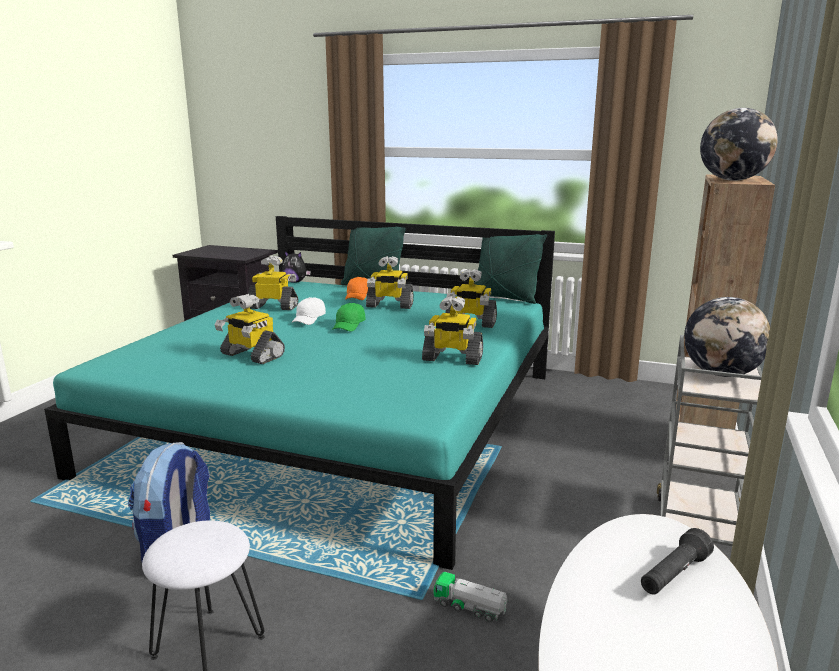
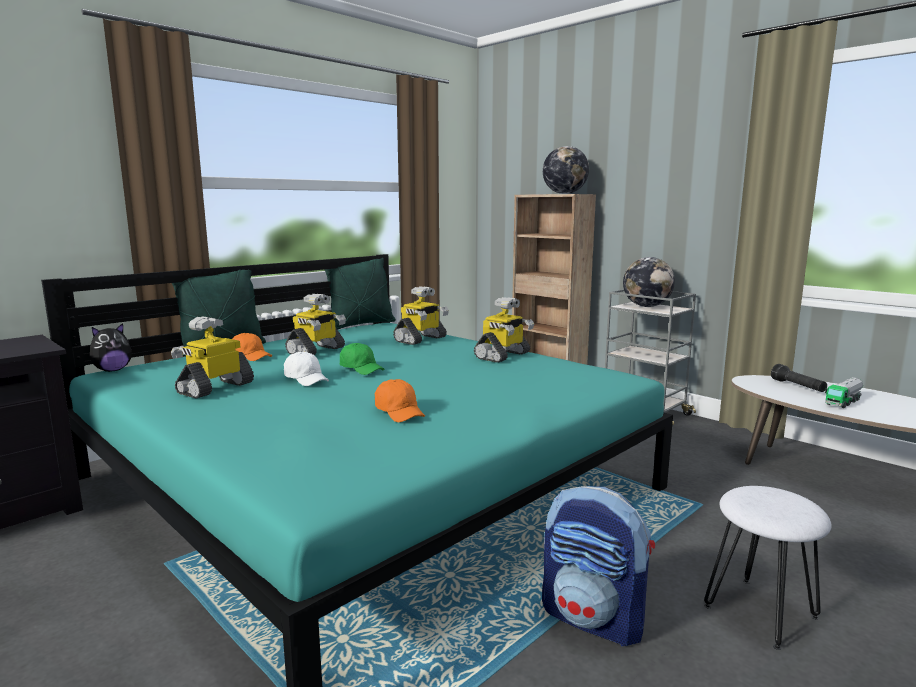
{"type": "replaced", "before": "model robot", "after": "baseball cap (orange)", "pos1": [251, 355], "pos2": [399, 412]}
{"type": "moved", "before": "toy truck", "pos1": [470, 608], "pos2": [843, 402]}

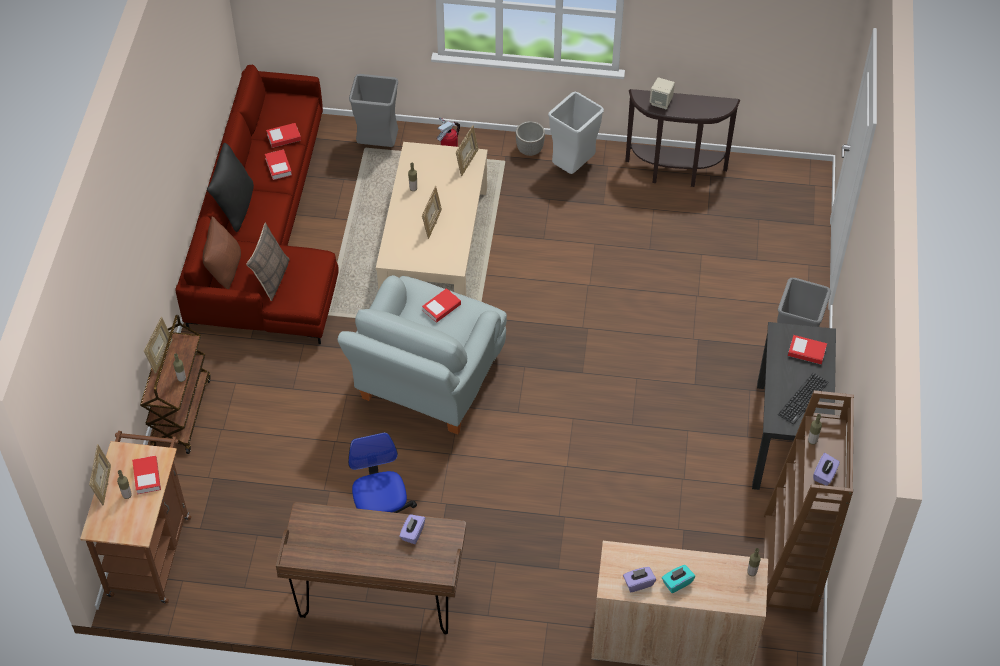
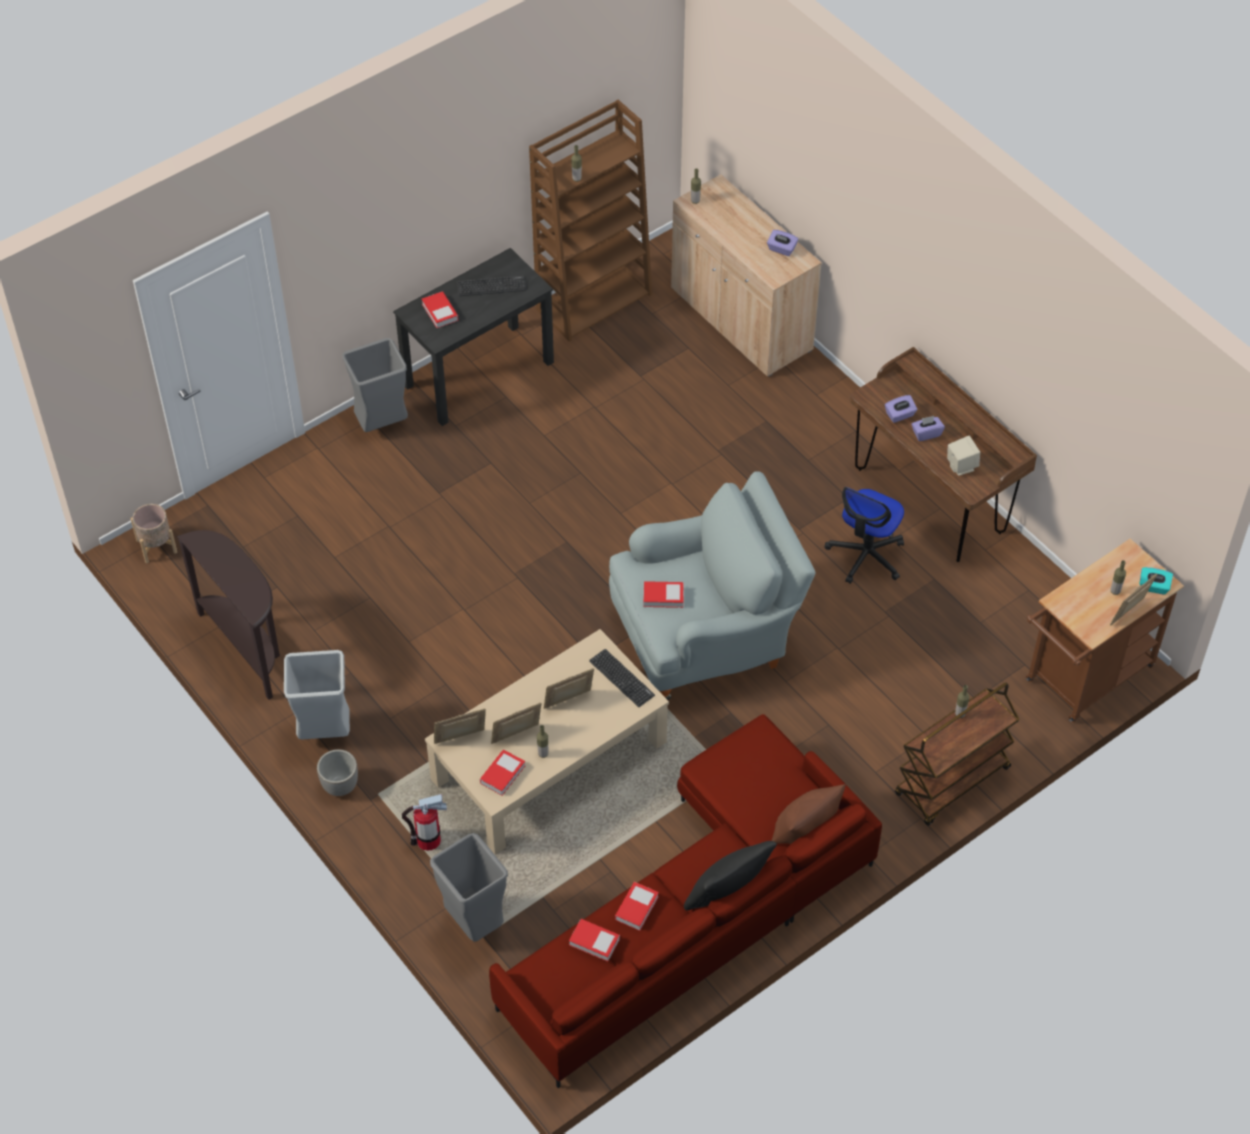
{"type": "moved", "before": "bound book", "pos1": [147, 477], "pos2": [502, 774]}
{"type": "moved", "before": "standing frame", "pos1": [161, 357], "pos2": [516, 736]}
{"type": "removed", "before": "throw pillow", "pos1": [271, 278]}
{"type": "moved", "before": "loudspeaker (sand-coloured)", "pos1": [661, 102], "pos2": [961, 466]}
{"type": "moved", "before": "tissue box (turquoise)", "pos1": [677, 583], "pos2": [1153, 587]}
{"type": "moved", "before": "tissue box (purple)", "pos1": [824, 475], "pos2": [926, 433]}
{"type": "added", "after": "planter (sand-coloured)", "pos2": [156, 546]}
{"type": "added", "after": "keyboard", "pos2": [621, 678]}

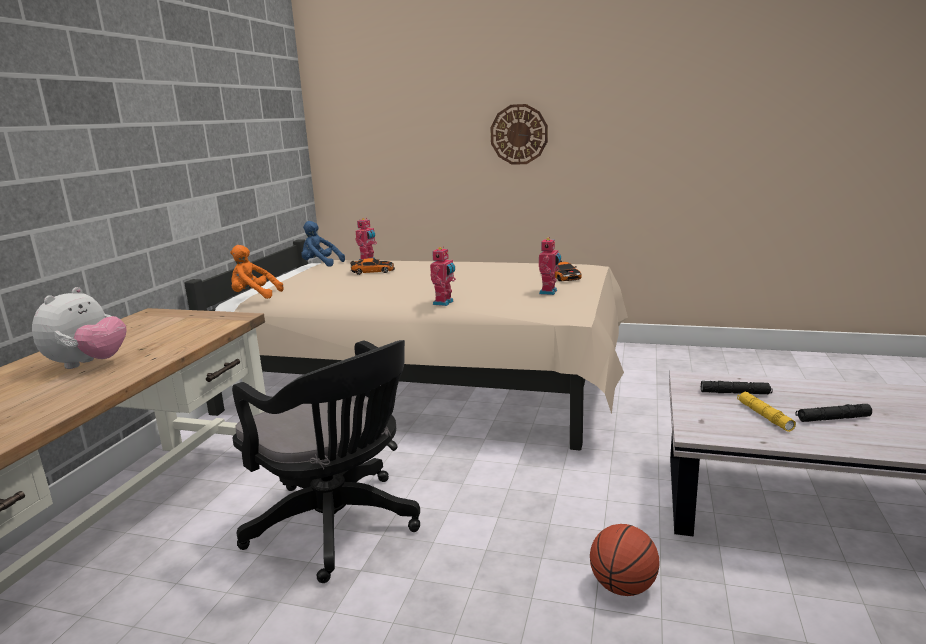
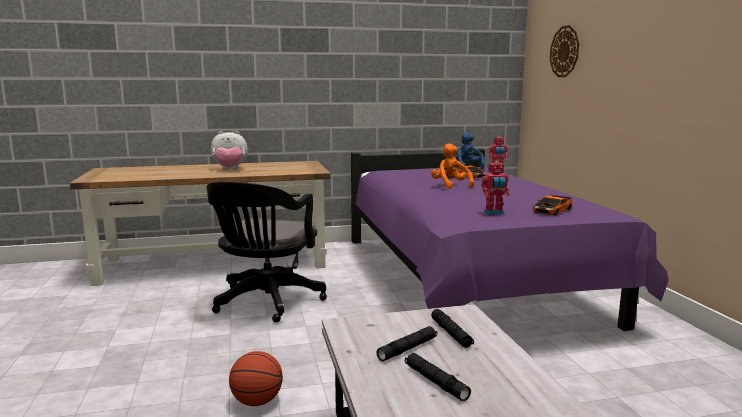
{"type": "recoloured", "before": "bedroom bed (sand-coloured)", "after": "bedroom bed (purple)", "pos1": [431, 387], "pos2": [467, 280]}
{"type": "moved", "before": "cuddly toy (orange)", "pos1": [254, 296], "pos2": [450, 186]}
{"type": "removed", "before": "model robot", "pos1": [444, 303]}
{"type": "moved", "before": "hanging clock", "pos1": [519, 134], "pos2": [564, 51]}
{"type": "recoloured", "before": "hand torch (yellowish)", "after": "hand torch (blackish)", "pos1": [764, 416], "pos2": [407, 349]}

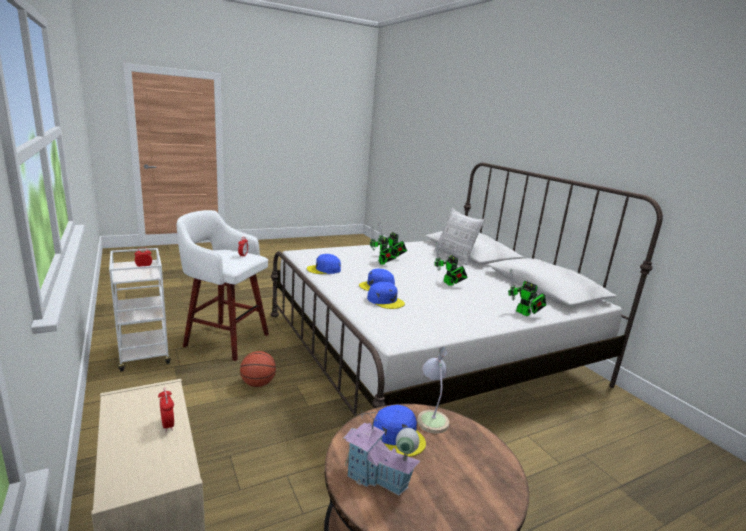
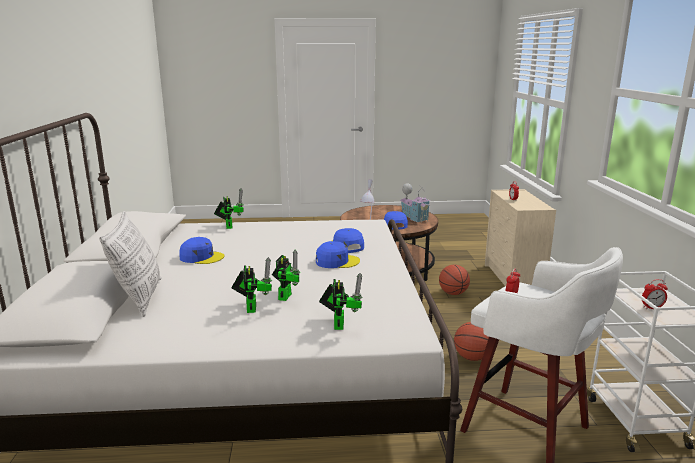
{"type": "moved", "before": "baseball cap (blue-coloured)", "pos1": [324, 269], "pos2": [201, 257]}
{"type": "moved", "before": "model robot", "pos1": [449, 284], "pos2": [339, 323]}
{"type": "added", "after": "ball for basketball", "pos2": [453, 293]}

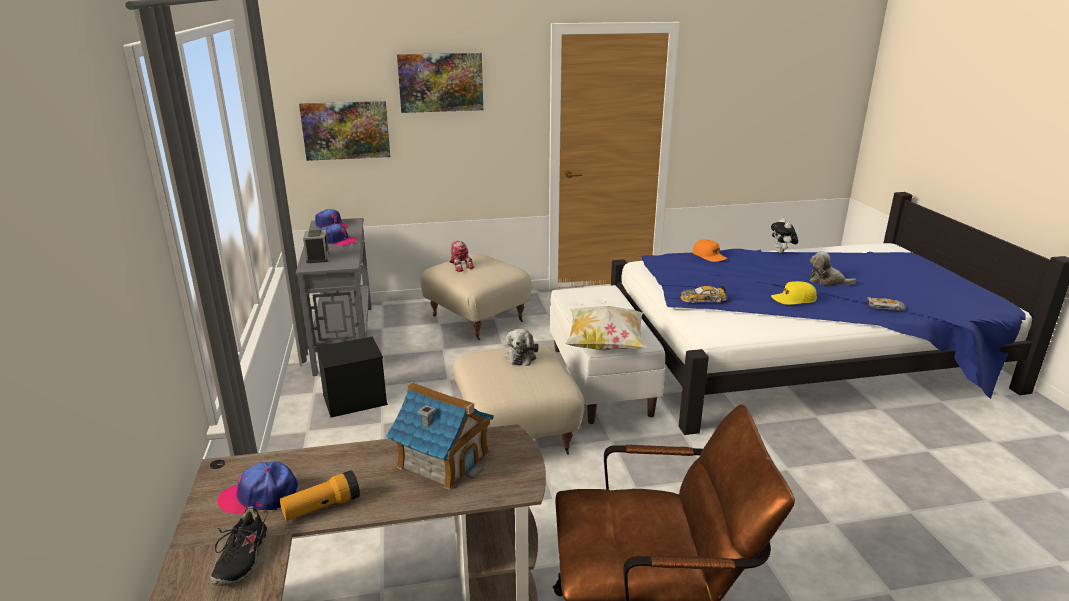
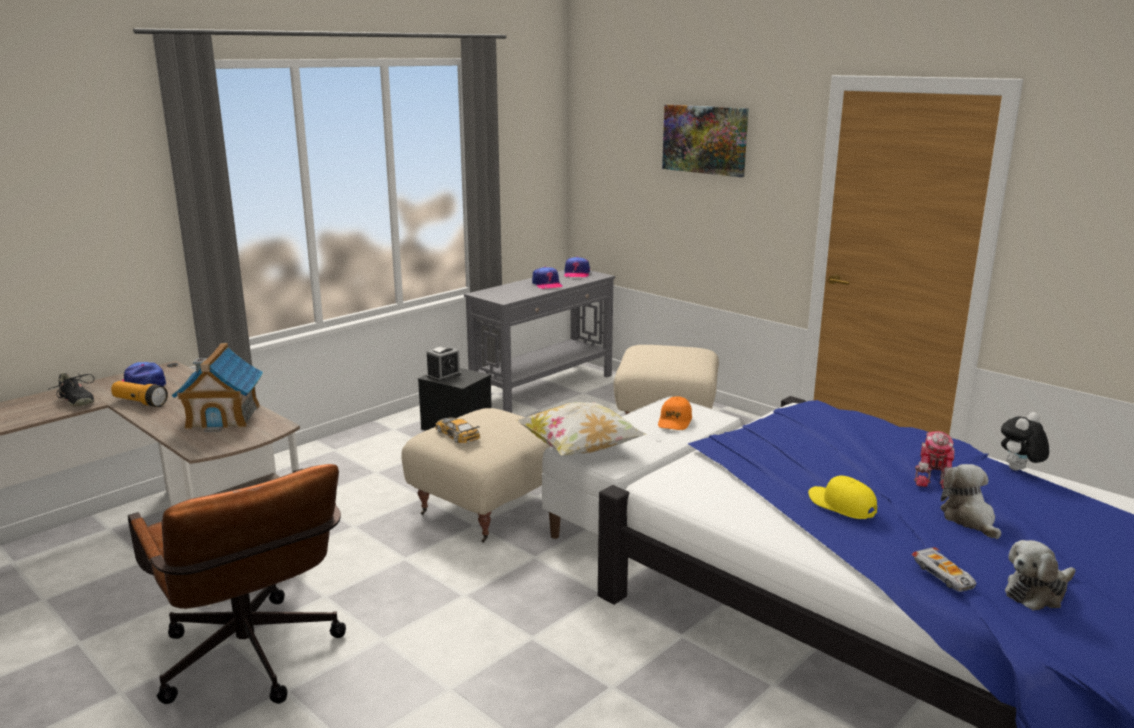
{"type": "turned", "before": "shoe (blackish)", "pos1": [241, 558], "pos2": [76, 401], "turn": -105}
{"type": "removed", "before": "picture", "pos1": [346, 130]}
{"type": "moved", "before": "table clock", "pos1": [318, 257], "pos2": [444, 375]}
{"type": "moved", "before": "model robot", "pos1": [460, 266], "pos2": [934, 478]}
{"type": "moved", "before": "cuddly toy", "pos1": [521, 356], "pos2": [1037, 592]}
{"type": "moved", "before": "model car", "pos1": [702, 299], "pos2": [457, 434]}
{"type": "moved", "before": "baseball cap (orange)", "pos1": [709, 256], "pos2": [675, 421]}

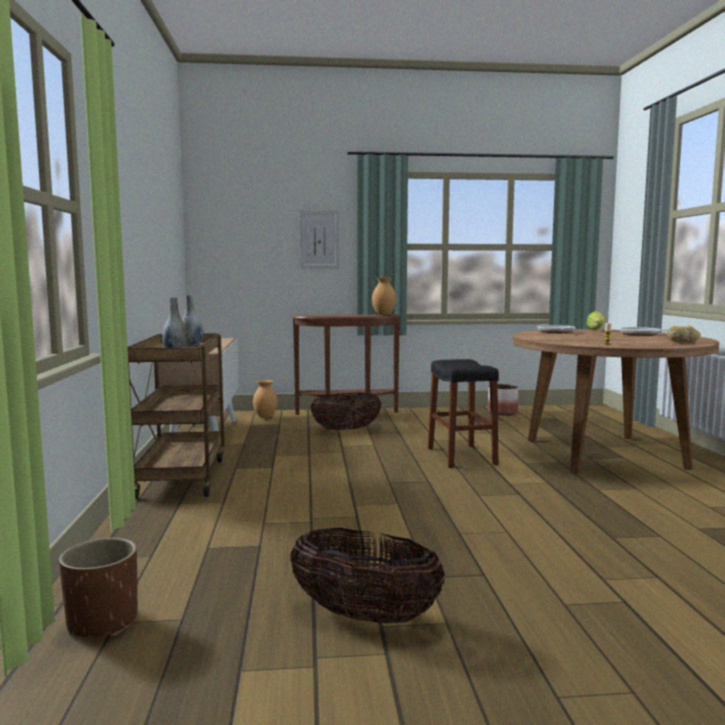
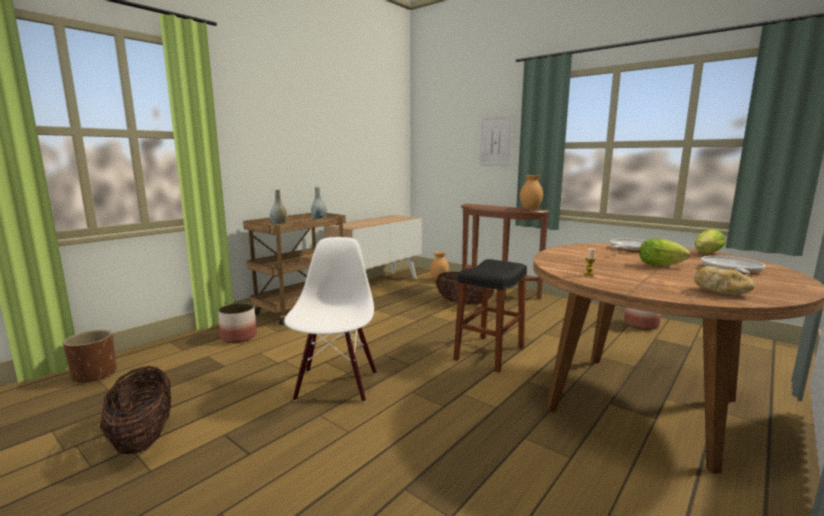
{"type": "added", "after": "planter", "pos2": [239, 337]}
{"type": "added", "after": "chair (whitish)", "pos2": [335, 385]}
{"type": "added", "after": "head of lettuce", "pos2": [662, 265]}

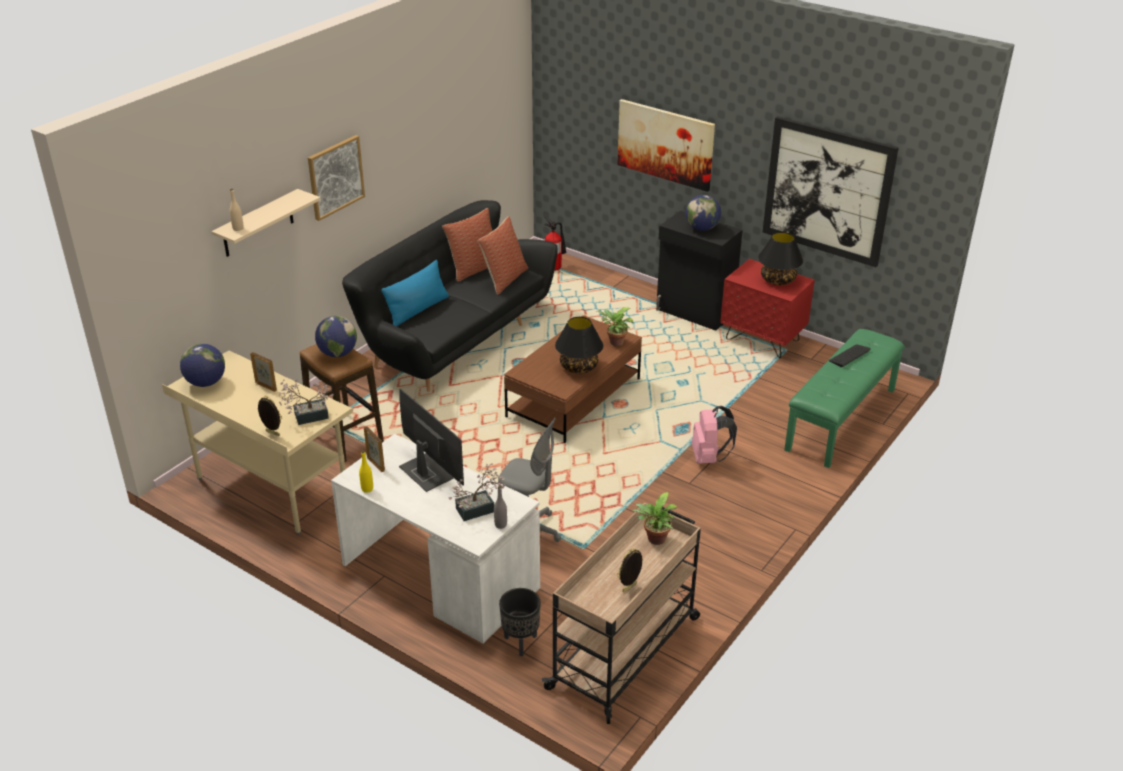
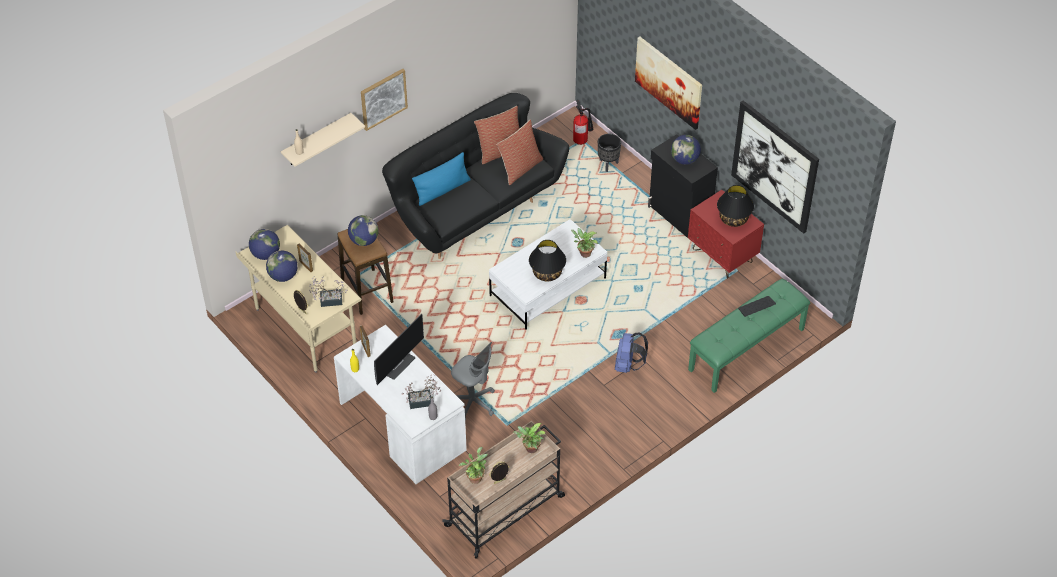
{"type": "turned", "before": "computer display", "pos1": [425, 473], "pos2": [396, 363], "turn": 60}
{"type": "moved", "before": "planter (blackish)", "pos1": [521, 642], "pos2": [608, 165]}
{"type": "recoloured", "before": "lounge table (brown)", "after": "lounge table (whitish)", "pos1": [573, 398], "pos2": [548, 287]}
{"type": "recoloured", "before": "knapsack (pinkish)", "after": "knapsack (blue-coloured)", "pos1": [709, 457], "pos2": [628, 365]}
{"type": "added", "after": "desk globe", "pos2": [283, 276]}
{"type": "added", "after": "potted plant", "pos2": [475, 477]}

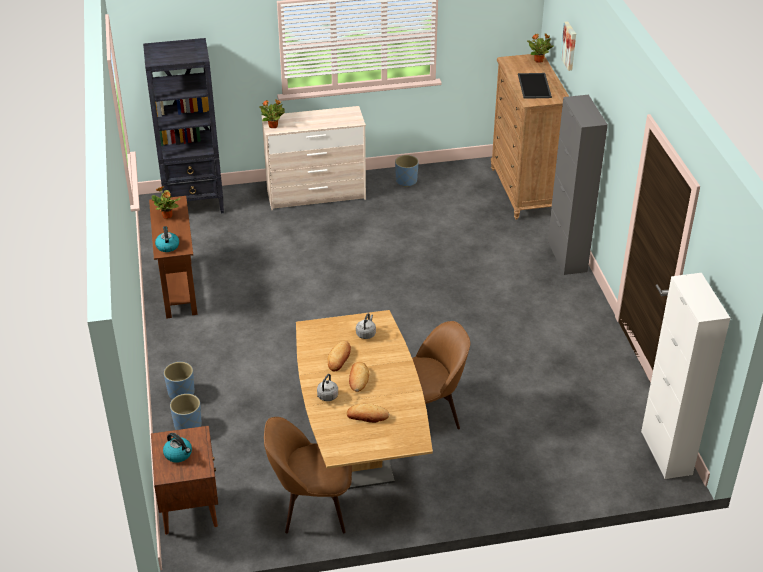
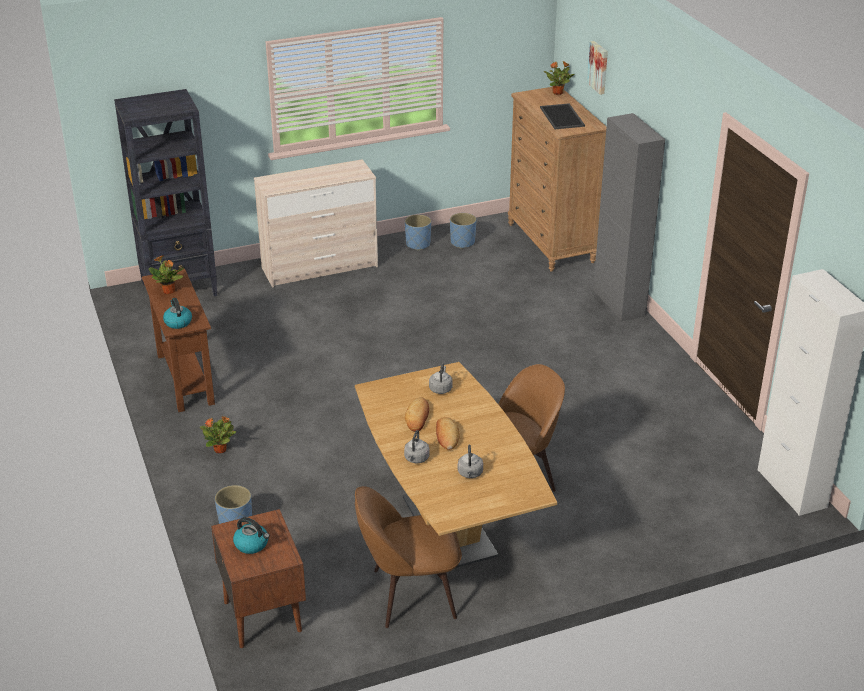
{"type": "moved", "before": "planter (blue-coloured)", "pos1": [181, 393], "pos2": [462, 243]}
{"type": "moved", "before": "potted plant", "pos1": [273, 126], "pos2": [221, 449]}
{"type": "replaced", "before": "baked bread", "after": "water kettle (gray)", "pos1": [367, 416], "pos2": [470, 474]}

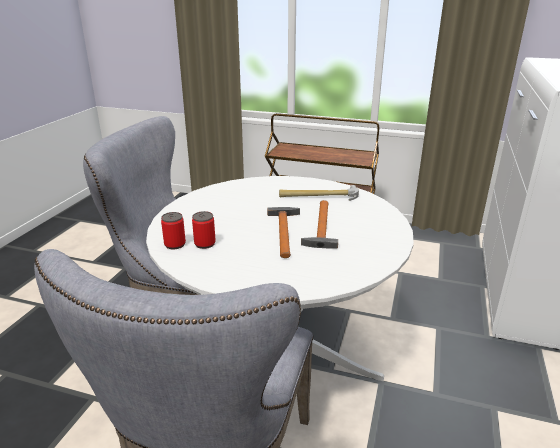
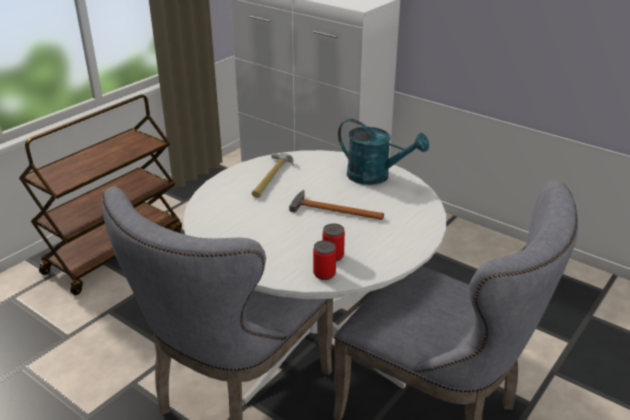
{"type": "removed", "before": "hand hammer", "pos1": [321, 227]}
{"type": "added", "after": "watering pot (turquoise)", "pos2": [376, 176]}

